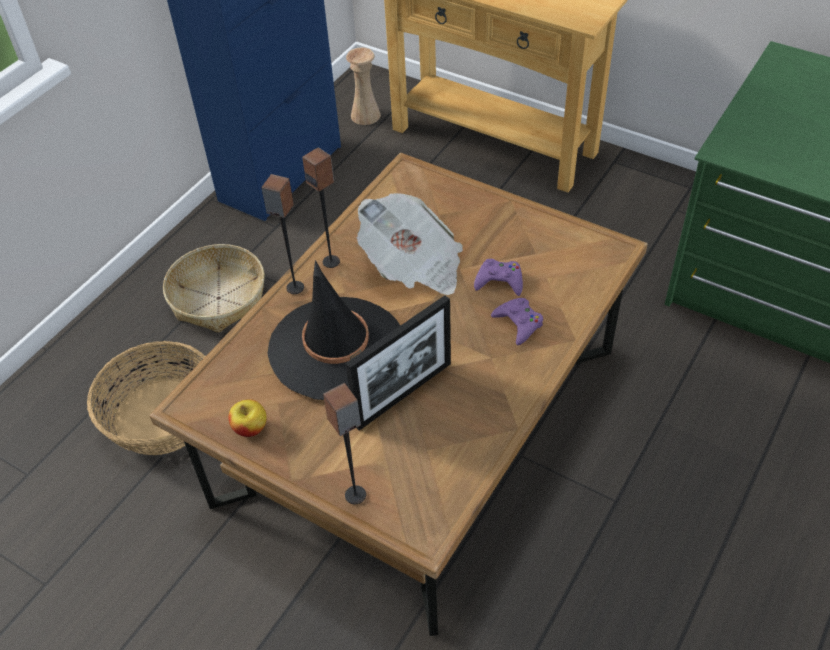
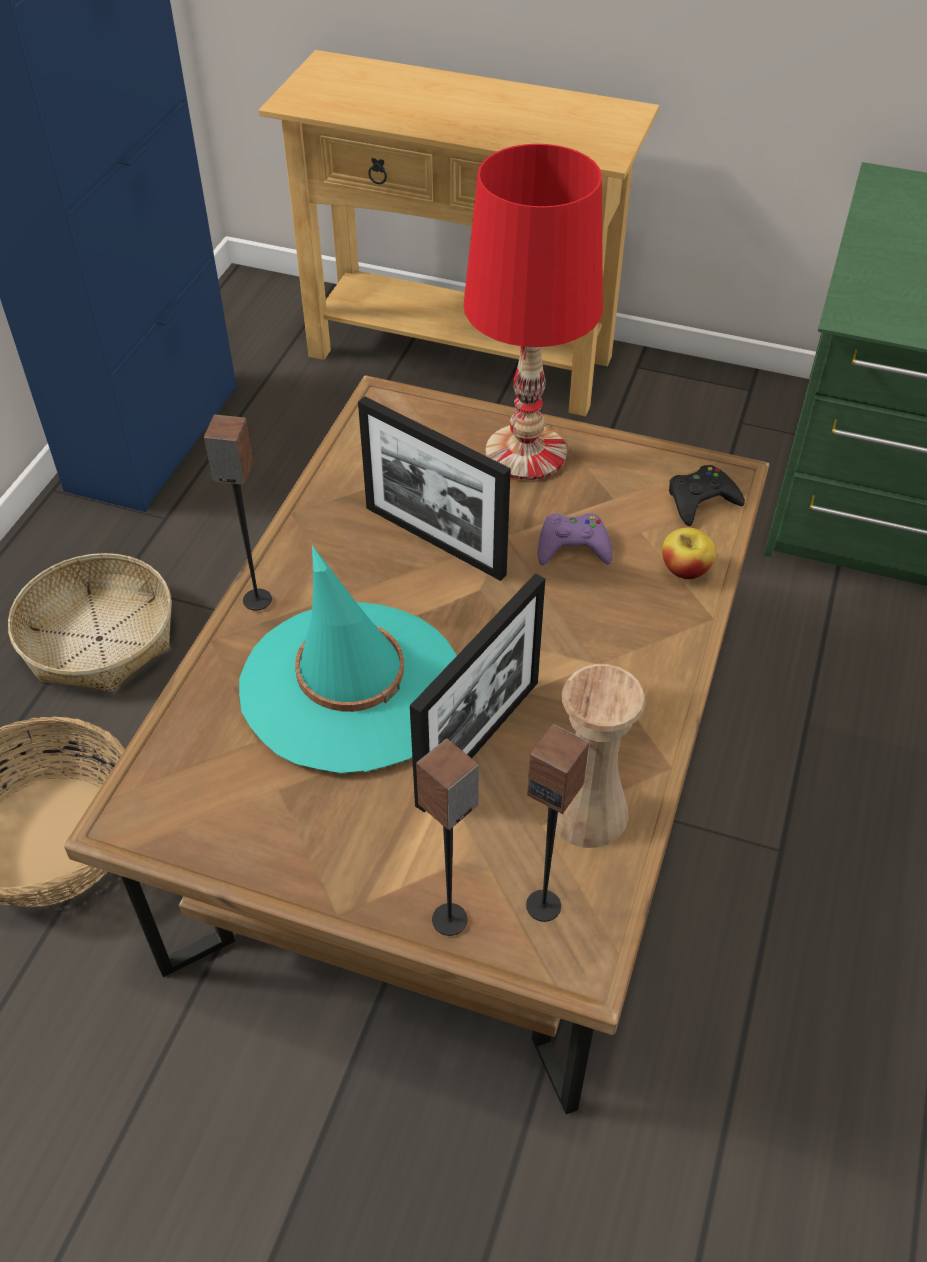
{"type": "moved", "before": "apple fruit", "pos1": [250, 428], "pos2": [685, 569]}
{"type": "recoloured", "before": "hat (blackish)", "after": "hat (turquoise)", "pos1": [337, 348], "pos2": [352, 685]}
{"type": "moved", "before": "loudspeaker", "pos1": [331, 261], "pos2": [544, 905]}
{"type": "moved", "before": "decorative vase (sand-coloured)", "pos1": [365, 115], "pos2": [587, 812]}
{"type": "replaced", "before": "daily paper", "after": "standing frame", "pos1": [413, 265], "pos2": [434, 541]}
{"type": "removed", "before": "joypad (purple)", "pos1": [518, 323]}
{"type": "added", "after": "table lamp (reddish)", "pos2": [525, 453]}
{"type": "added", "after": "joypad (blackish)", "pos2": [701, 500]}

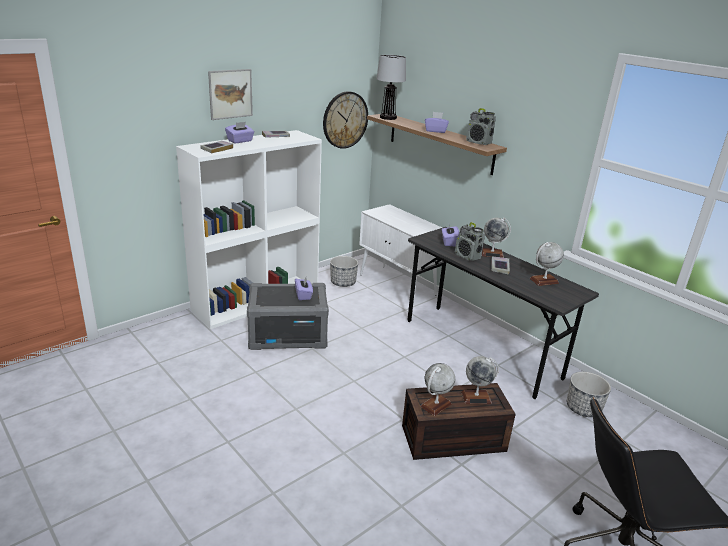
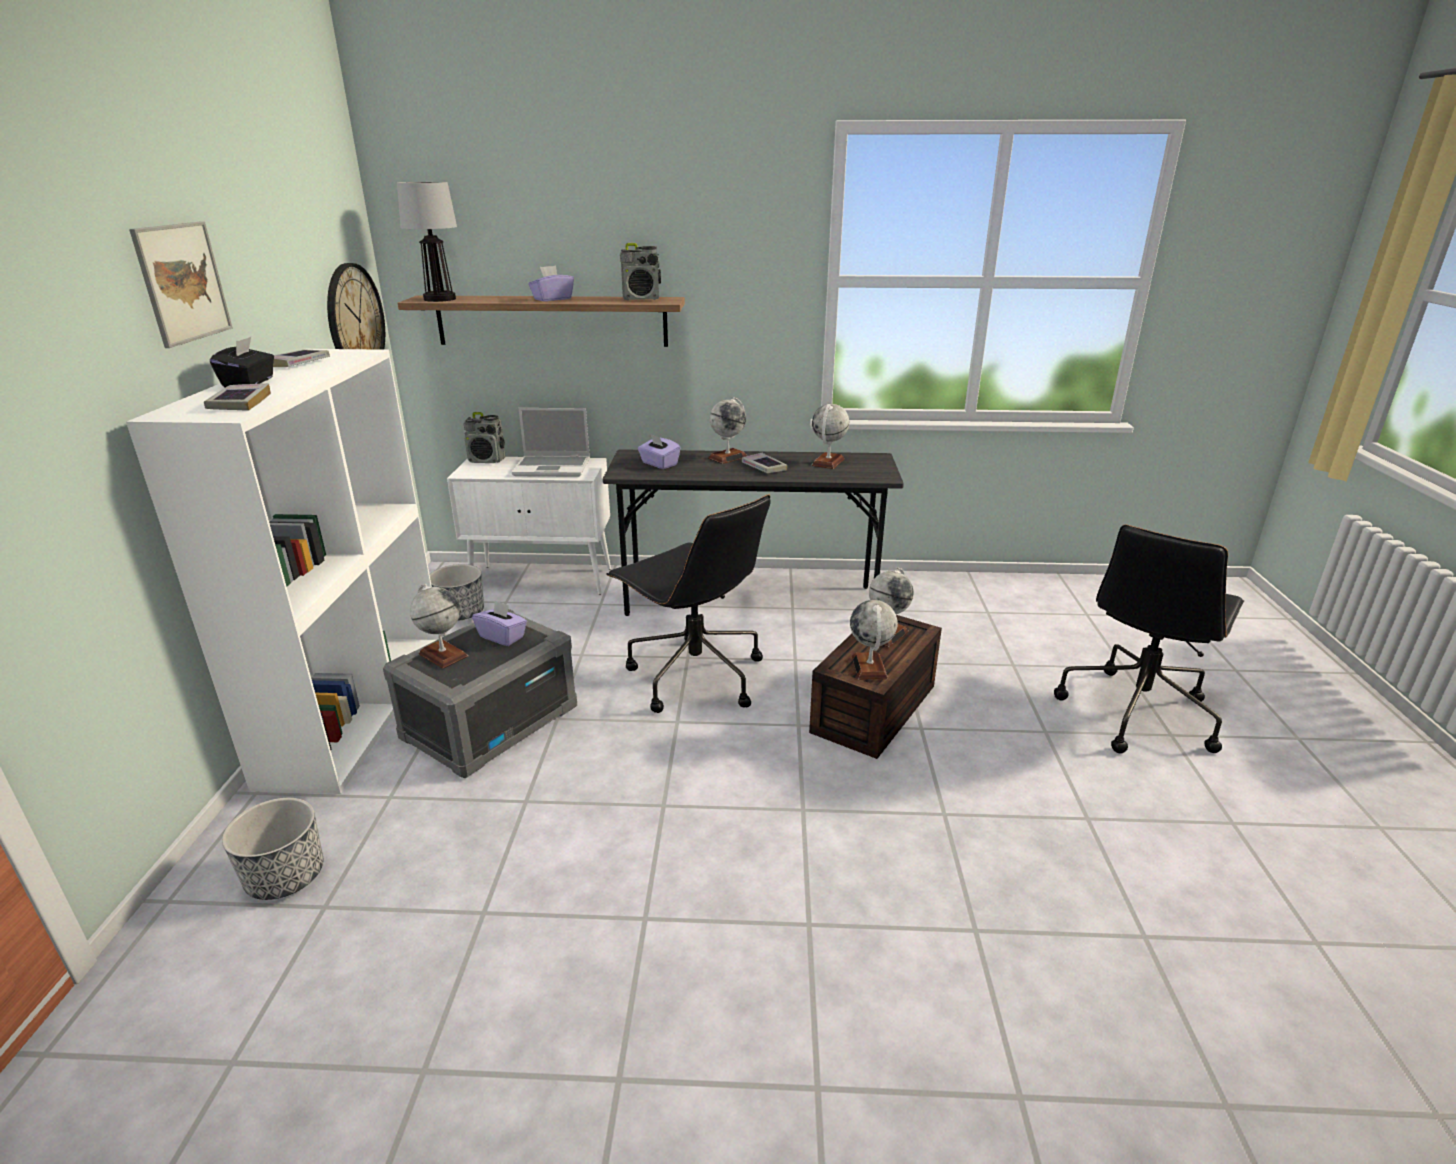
{"type": "recoloured", "before": "tissue box (purple)", "after": "tissue box (blackish)", "pos1": [240, 141], "pos2": [249, 383]}
{"type": "moved", "before": "radio", "pos1": [467, 256], "pos2": [487, 460]}
{"type": "moved", "before": "planter", "pos1": [583, 408], "pos2": [286, 876]}
{"type": "added", "after": "desk globe", "pos2": [443, 655]}
{"type": "added", "after": "portable computer", "pos2": [553, 467]}
{"type": "added", "after": "desk chair (blackish)", "pos2": [694, 676]}

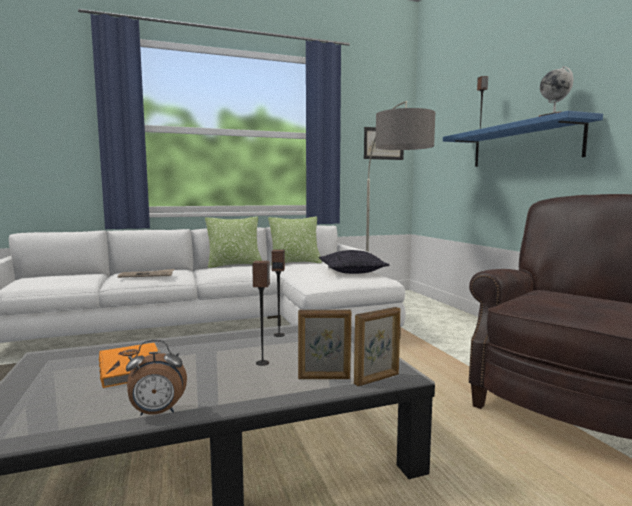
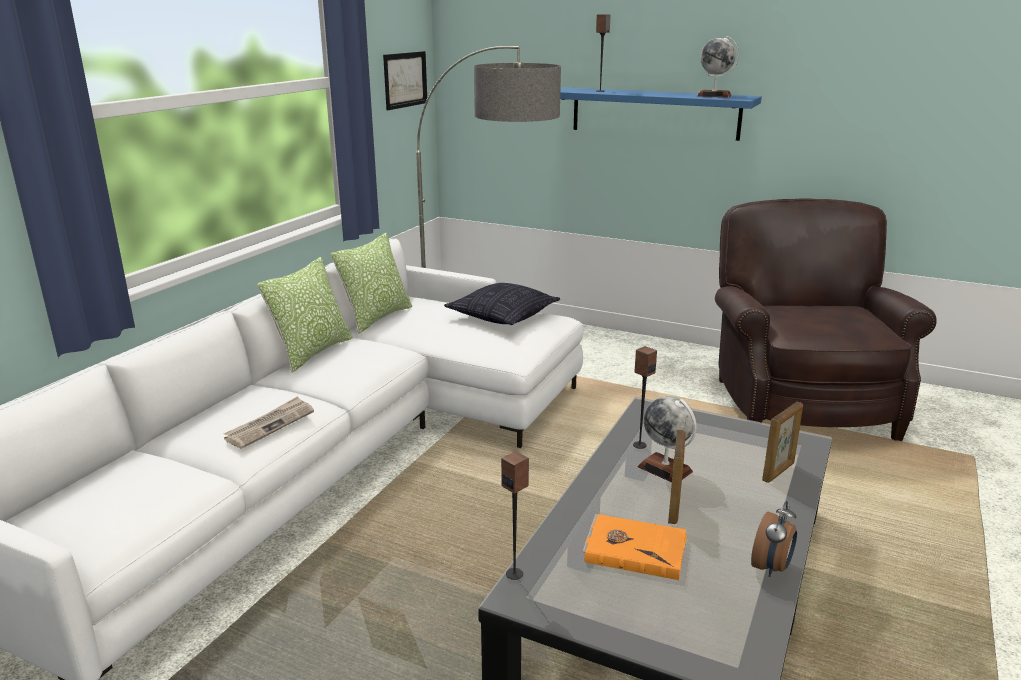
{"type": "moved", "before": "loudspeaker", "pos1": [263, 363], "pos2": [514, 573]}
{"type": "moved", "before": "standing frame", "pos1": [377, 379], "pos2": [674, 507]}
{"type": "added", "after": "desk globe", "pos2": [665, 469]}

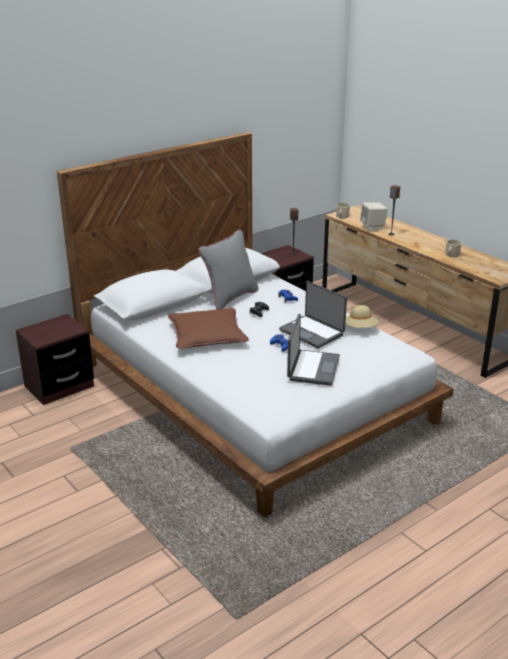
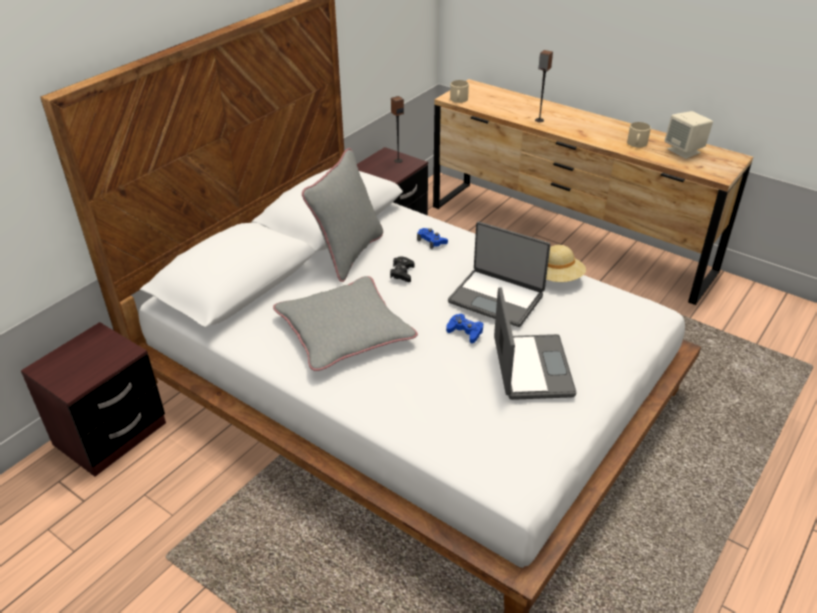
{"type": "recoloured", "before": "throw pillow (brown)", "after": "throw pillow (gray)", "pos1": [207, 335], "pos2": [344, 331]}
{"type": "moved", "before": "loudspeaker (sand-coloured)", "pos1": [373, 227], "pos2": [684, 151]}

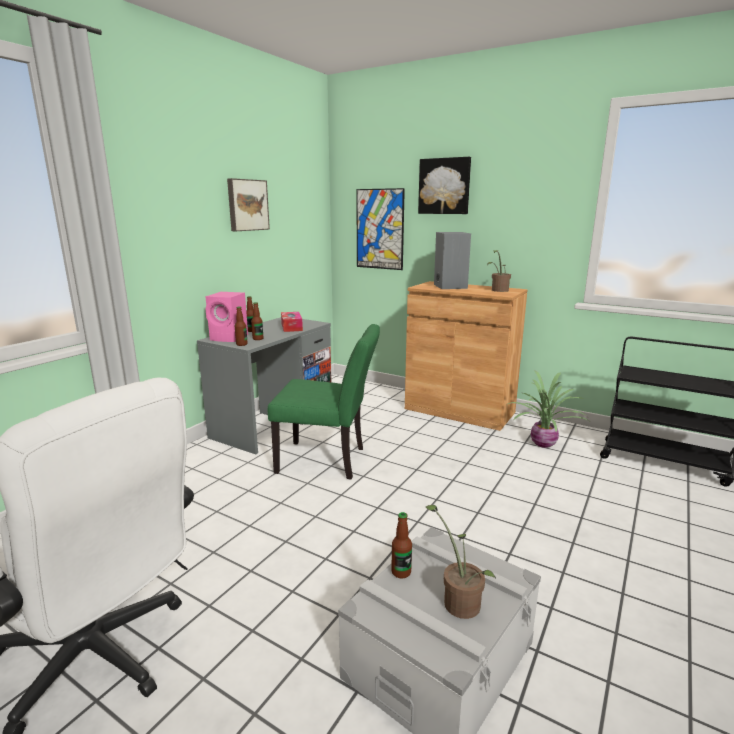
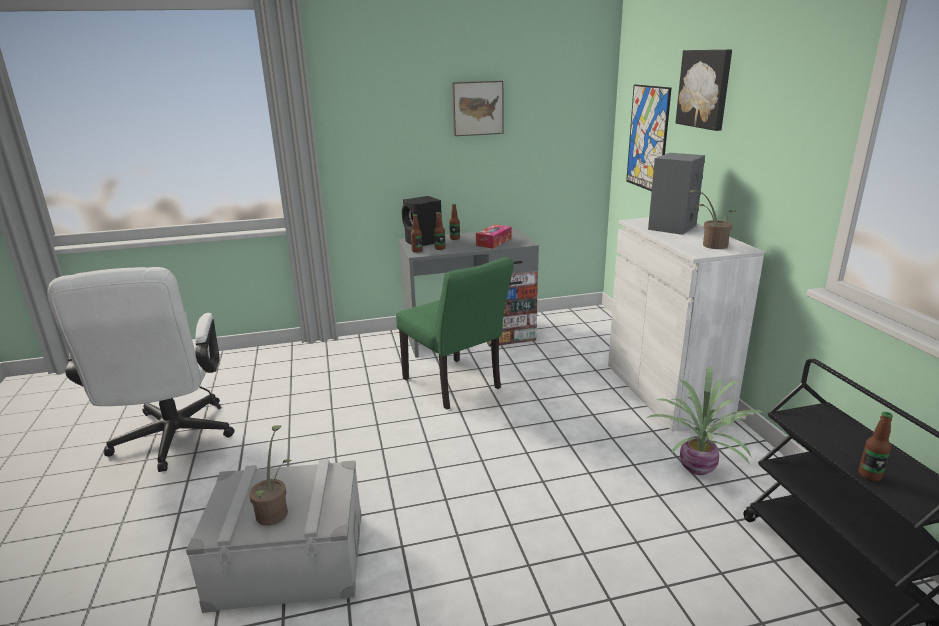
{"type": "recoloured", "before": "loudspeaker (pinkish)", "after": "loudspeaker (blackish)", "pos1": [230, 338], "pos2": [424, 242]}
{"type": "moved", "before": "drink bottle", "pos1": [401, 572], "pos2": [870, 475]}
{"type": "recoloured", "before": "cupboard (brown)", "after": "cupboard (whitish)", "pos1": [459, 410], "pos2": [666, 391]}

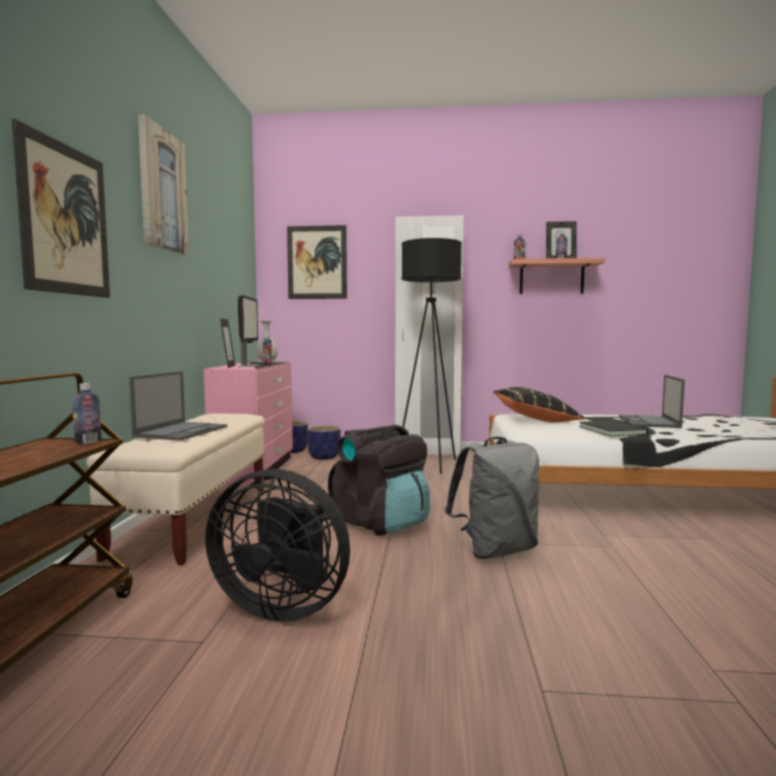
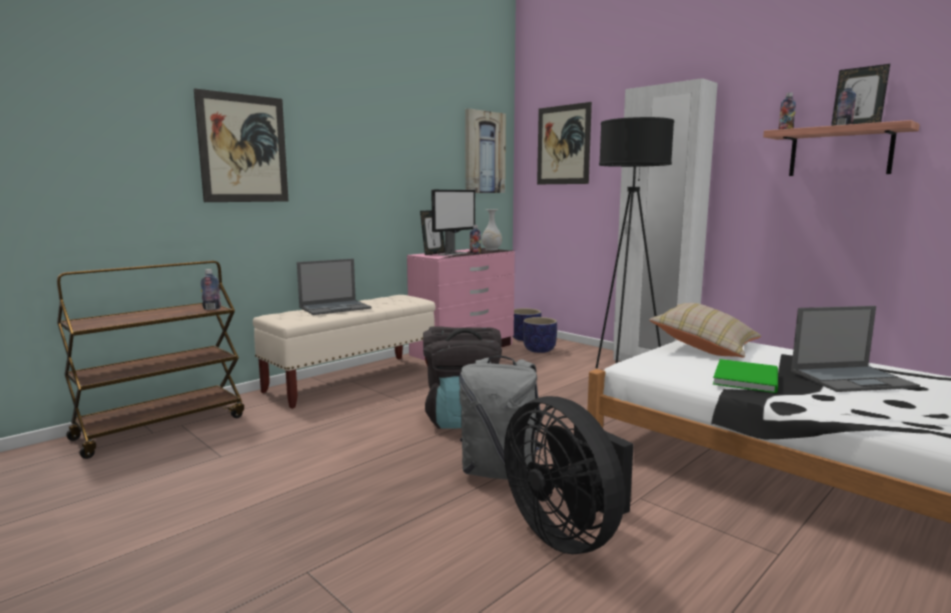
{"type": "moved", "before": "picture", "pos1": [162, 190], "pos2": [484, 152]}
{"type": "moved", "before": "fan (blackish)", "pos1": [282, 606], "pos2": [568, 533]}
{"type": "recoloured", "before": "throw pillow (blackish)", "after": "throw pillow (sand-coloured)", "pos1": [535, 419], "pos2": [705, 347]}
{"type": "recoloured", "before": "bound book (blackish)", "after": "bound book (green)", "pos1": [612, 430], "pos2": [748, 378]}
{"type": "turned", "before": "portable computer", "pos1": [649, 422], "pos2": [852, 379], "turn": -150}

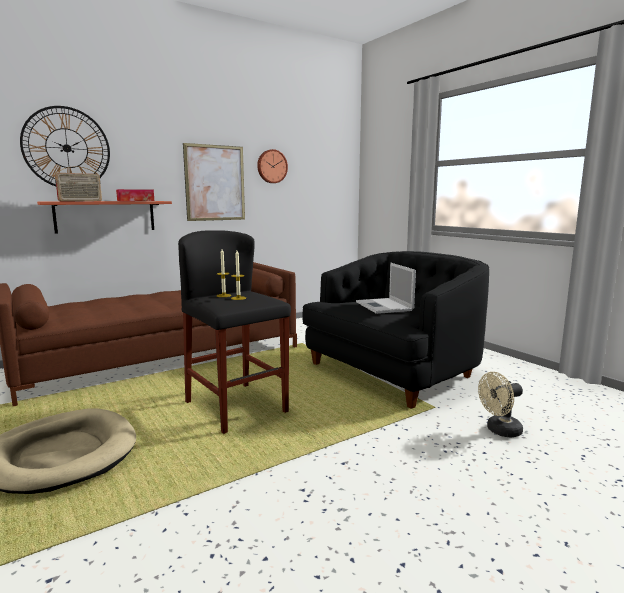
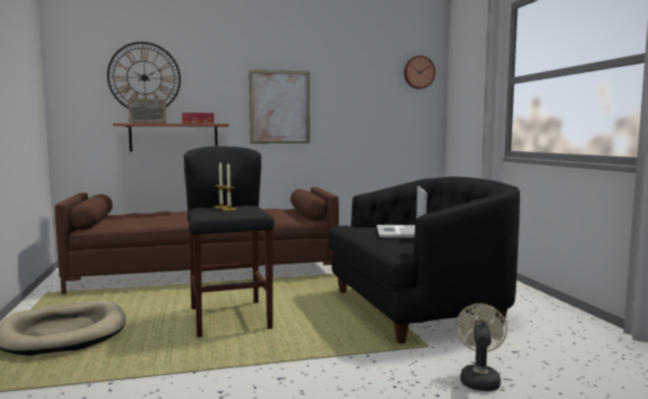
{"type": "moved", "before": "hanging clock", "pos1": [271, 166], "pos2": [418, 72]}
{"type": "turned", "before": "fan (sand-coloured)", "pos1": [499, 431], "pos2": [479, 379], "turn": 105}

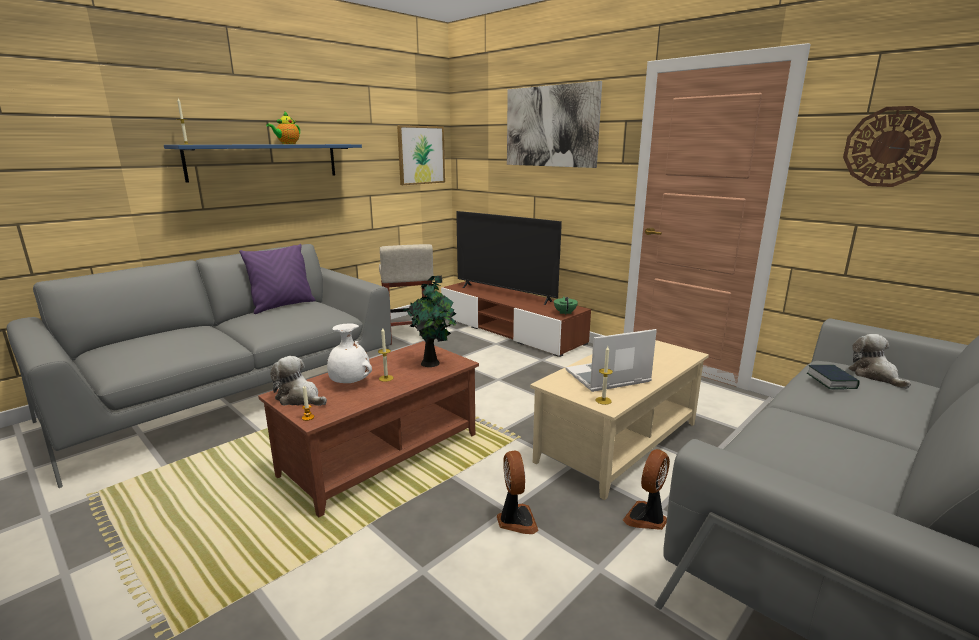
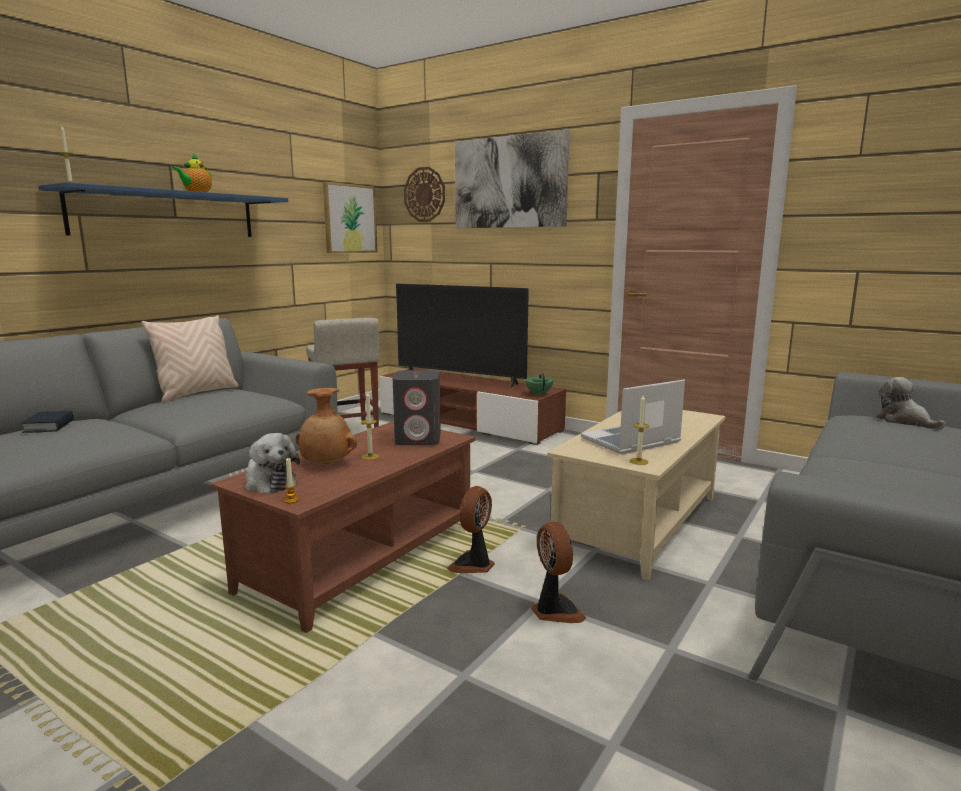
{"type": "recoloured", "before": "throw pillow (purple)", "after": "throw pillow (sand-coloured)", "pos1": [282, 306], "pos2": [197, 393]}
{"type": "turned", "before": "cuddly toy", "pos1": [300, 398], "pos2": [269, 482], "turn": -150}
{"type": "recoloured", "before": "decorative vase (whitish)", "after": "decorative vase (brown)", "pos1": [349, 383], "pos2": [326, 464]}
{"type": "replaced", "before": "potted plant", "after": "loudspeaker (gray)", "pos1": [432, 363], "pos2": [419, 439]}
{"type": "moved", "before": "fan", "pos1": [647, 518], "pos2": [473, 565]}
{"type": "moved", "before": "bound book", "pos1": [831, 381], "pos2": [49, 426]}
{"type": "moved", "before": "hanging clock", "pos1": [889, 147], "pos2": [424, 194]}

